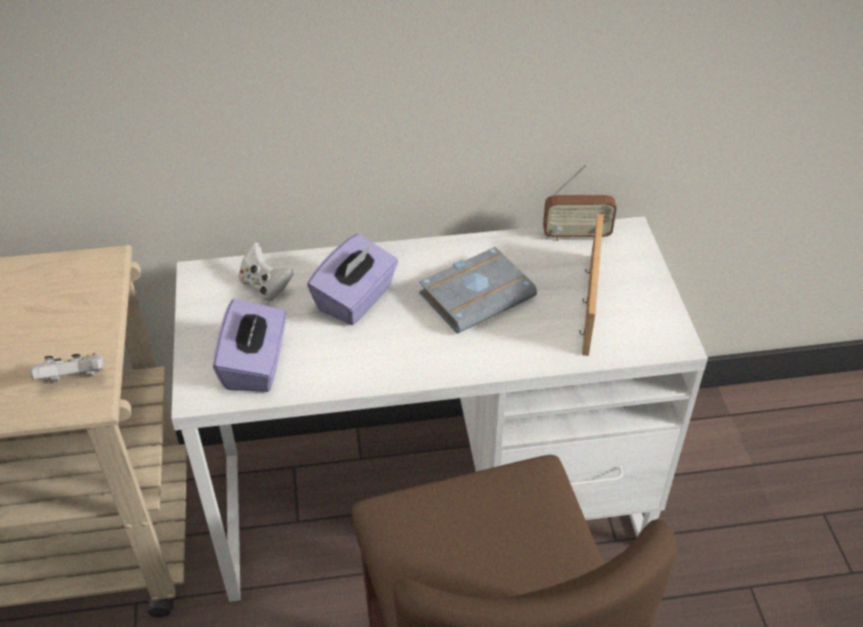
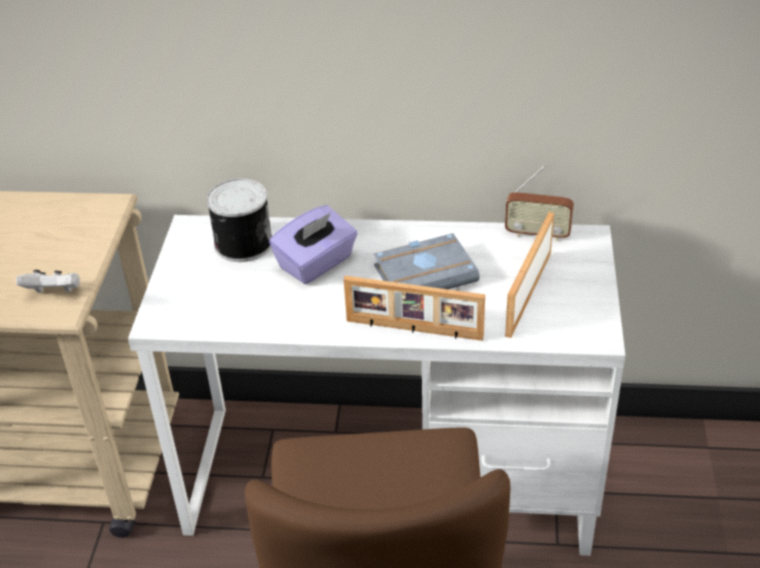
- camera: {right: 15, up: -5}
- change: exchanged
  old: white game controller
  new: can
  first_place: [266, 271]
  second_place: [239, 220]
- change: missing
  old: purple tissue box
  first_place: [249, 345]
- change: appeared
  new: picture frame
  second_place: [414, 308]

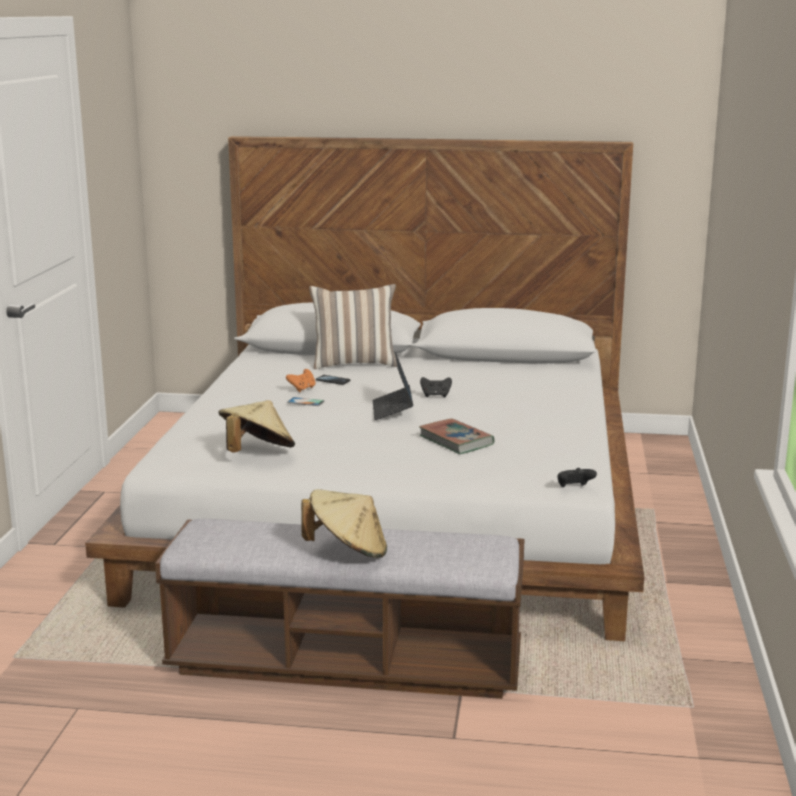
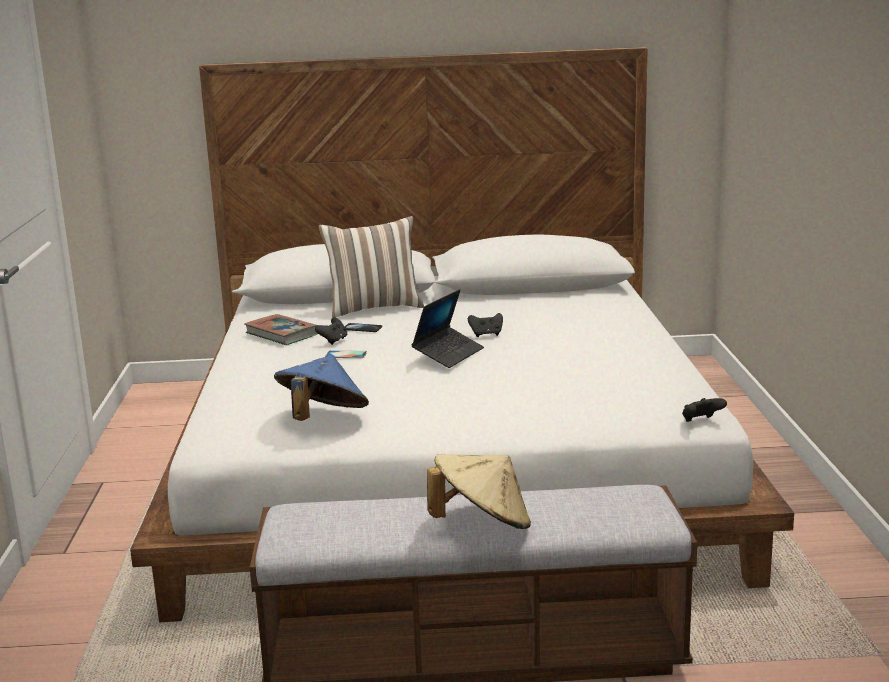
- camera: {right: -10, up: 0}
- change: spun
  old: laptop
  first_place: [393, 386]
  second_place: [447, 328]
  degrees: -135
- change: colour
  old: orange game controller
  new: black game controller
  first_place: [300, 380]
  second_place: [331, 331]
- change: colour
  old: beige hat
  new: blue hat
  first_place: [257, 426]
  second_place: [321, 388]
- change: relocated
  old: book
  first_place: [456, 436]
  second_place: [281, 329]

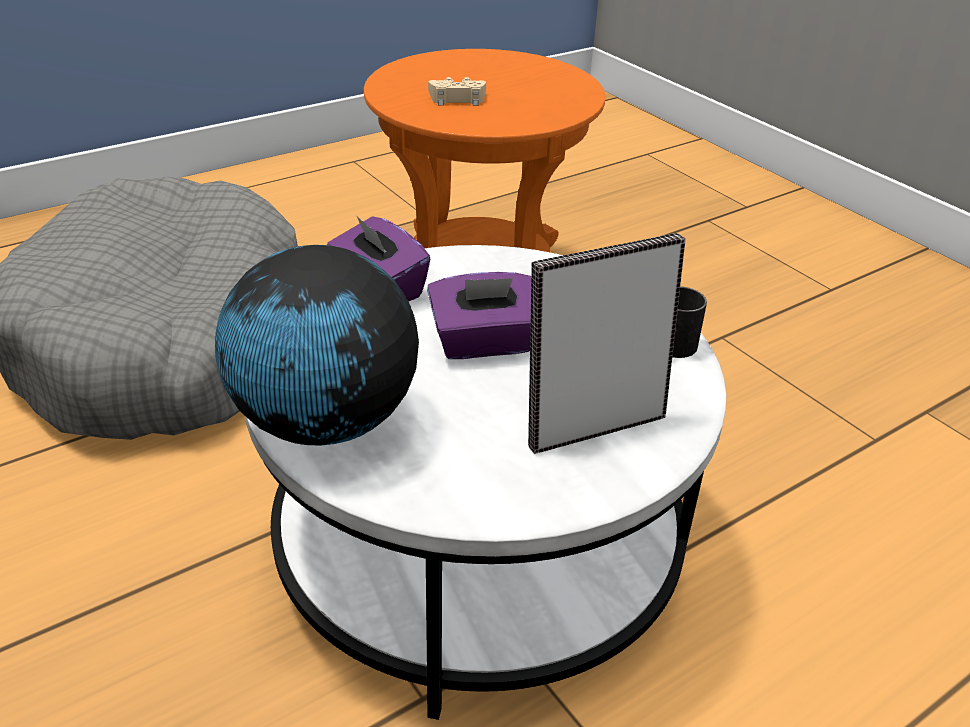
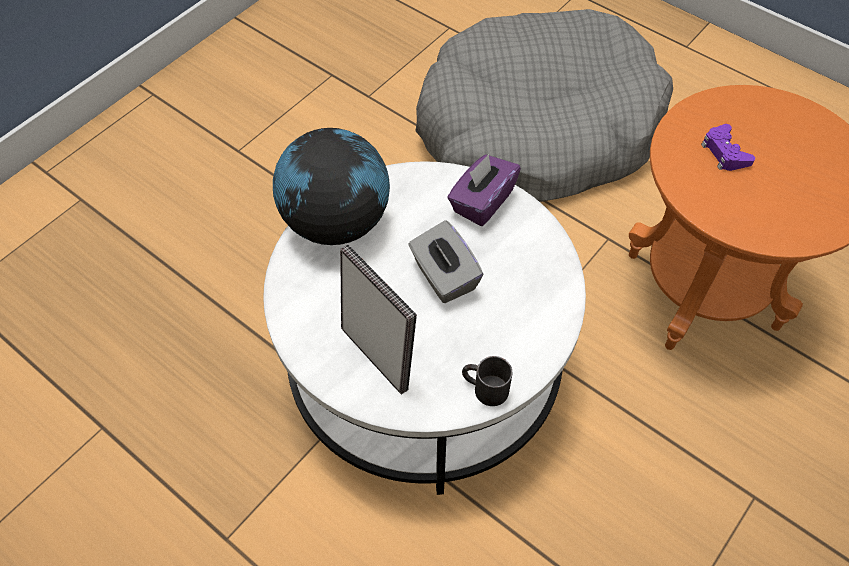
- camera: {right: 75, up: 20}
- change: colour
  old: beige game controller
  new: purple game controller
  first_place: [457, 91]
  second_place: [728, 147]
- change: colour
  old: purple tissue box
  new: grey tissue box
  first_place: [479, 315]
  second_place: [445, 261]

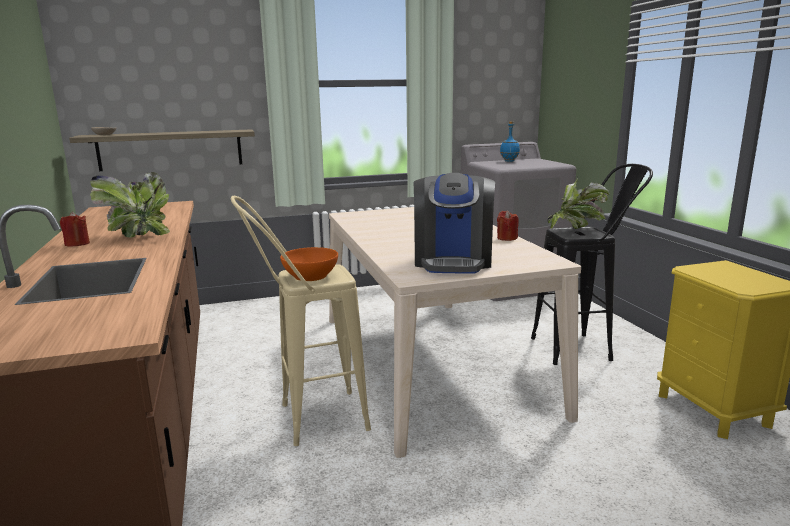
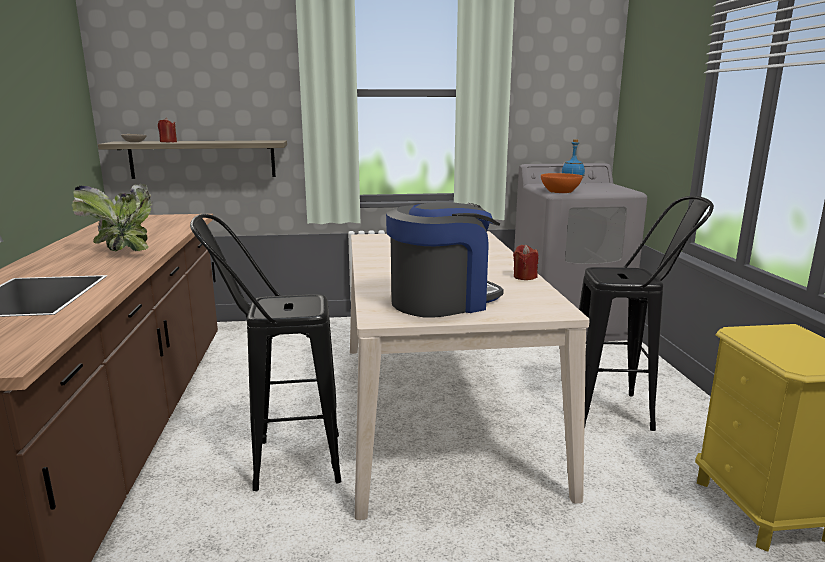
- camera: {right: 10, up: 0}
- change: spun
  old: coffee machine
  first_place: [454, 223]
  second_place: [445, 260]
  degrees: -135
- change: missing
  old: potted plant
  first_place: [578, 202]
- change: colour
  old: beige stool
  new: black stool
  first_place: [301, 321]
  second_place: [265, 352]
- change: relocated
  old: red candle
  first_place: [75, 229]
  second_place: [167, 130]
- change: relocated
  old: orange bowl
  first_place: [309, 264]
  second_place: [562, 183]

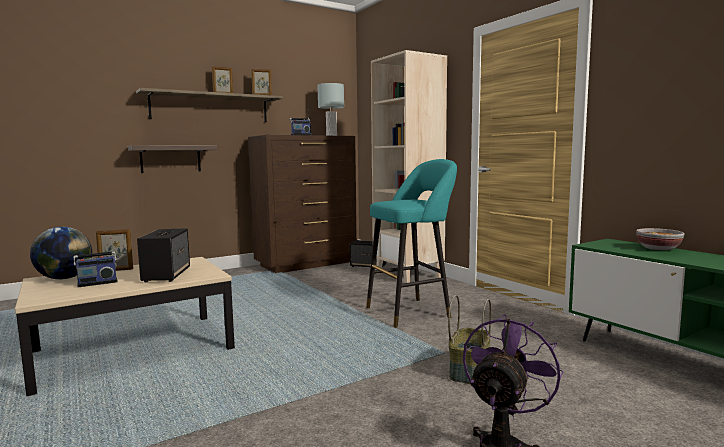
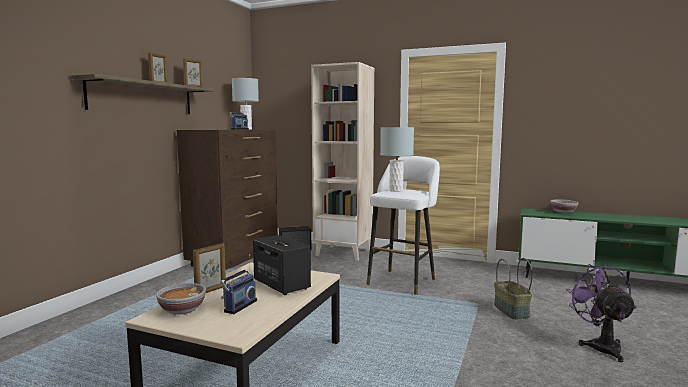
- camera: {right: -35, up: 0}
- change: missing
  old: shelf
  first_place: [172, 159]
- change: colour
  old: turquoise stool
  new: white stool
  first_place: [411, 243]
  second_place: [403, 225]
- change: exchanged
  old: globe
  new: bowl
  first_place: [61, 253]
  second_place: [181, 299]
- change: appeared
  new: grey table lamp
  second_place: [397, 159]

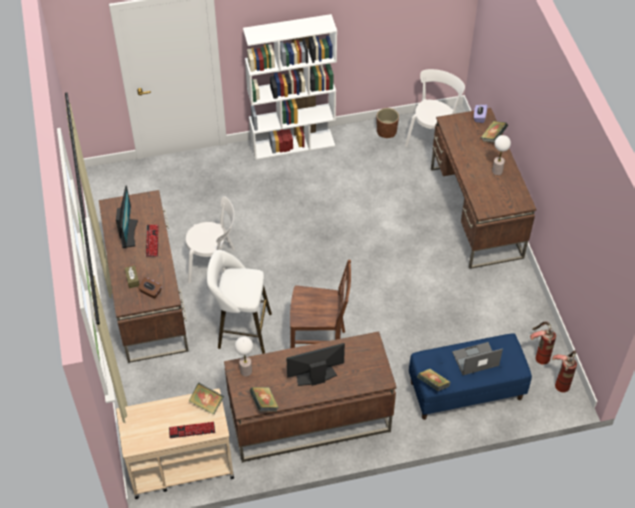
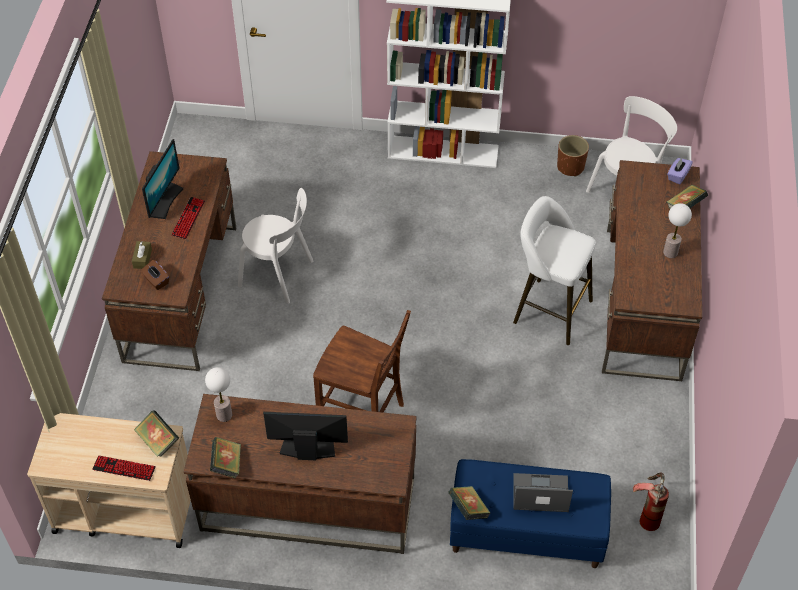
- camera: {right: 20, up: 0}
- change: relocated
  old: white stool
  first_place: [239, 302]
  second_place: [554, 270]
- change: missing
  old: fire extinguisher
  first_place: [564, 371]

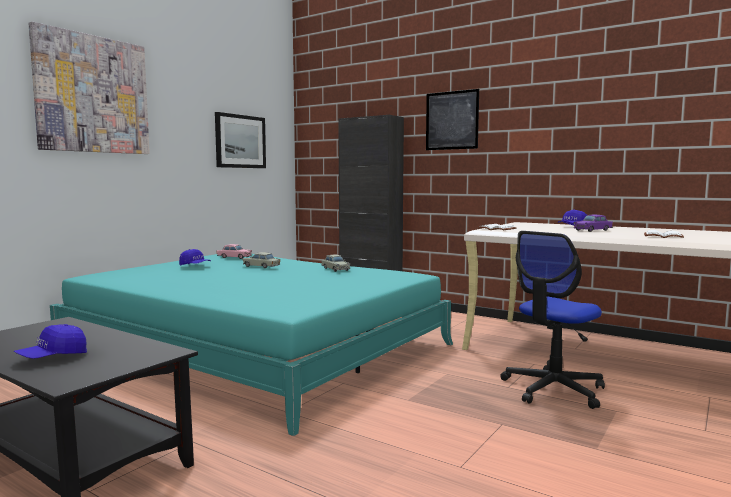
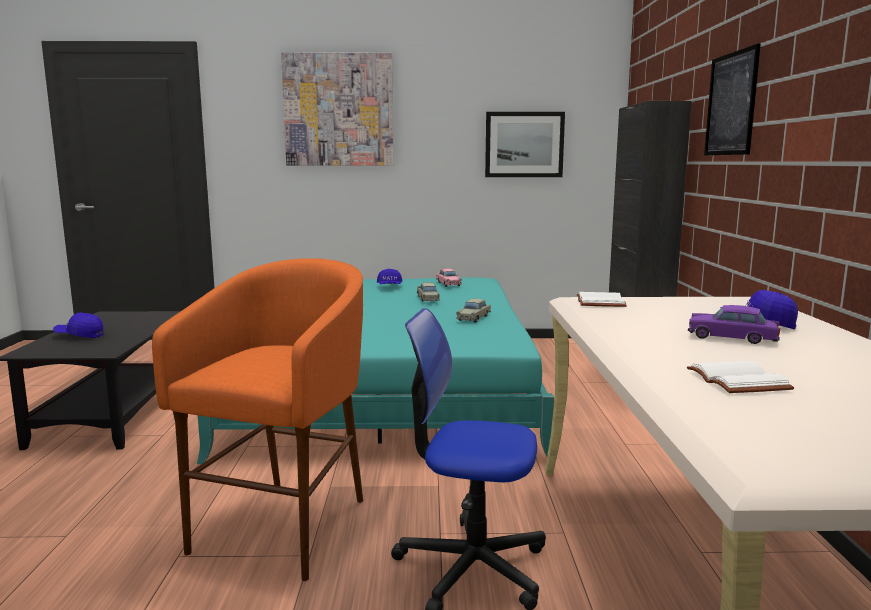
- camera: {right: 55, up: 5}
- change: appeared
  new: orange stool
  second_place: [257, 419]

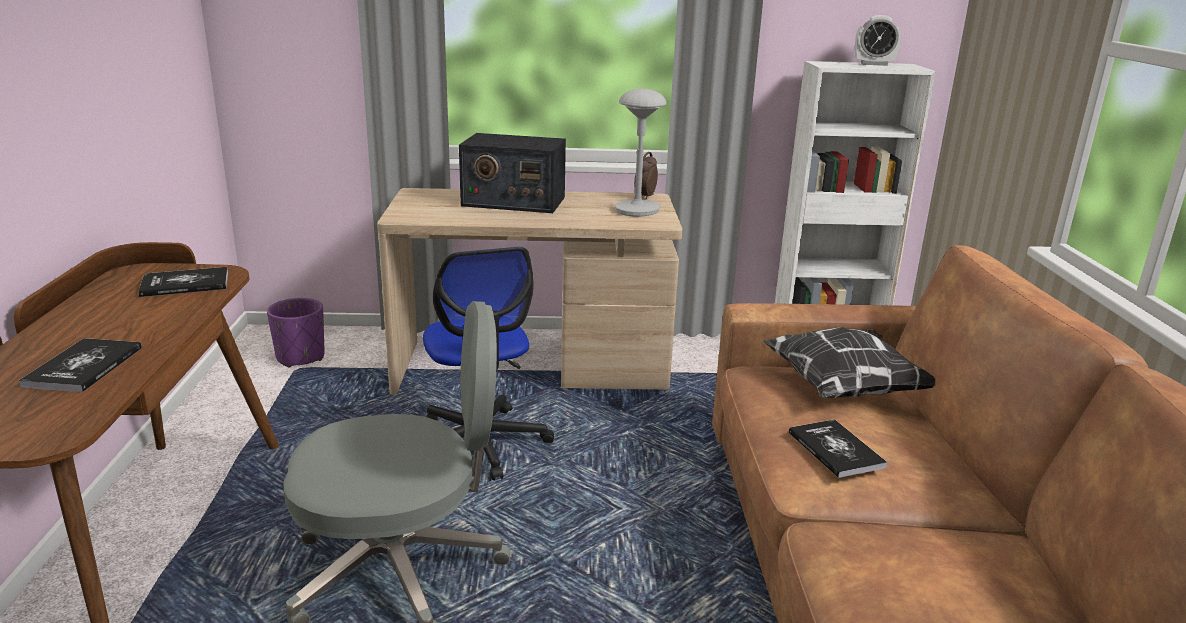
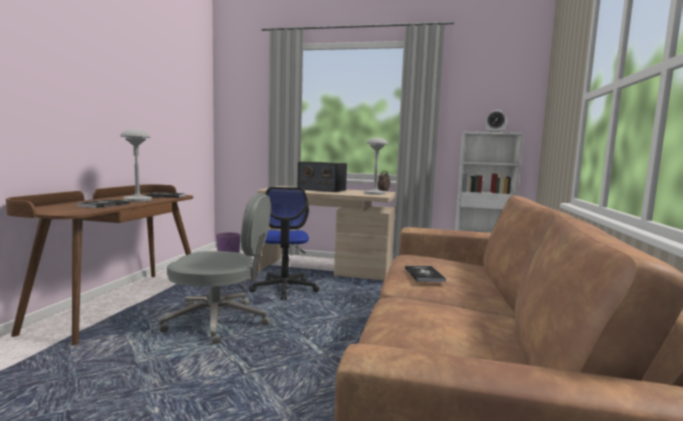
- camera: {right: 15, up: -15}
- change: missing
  old: pillow
  first_place: [849, 362]
- change: appeared
  new: grey table lamp
  second_place: [136, 165]

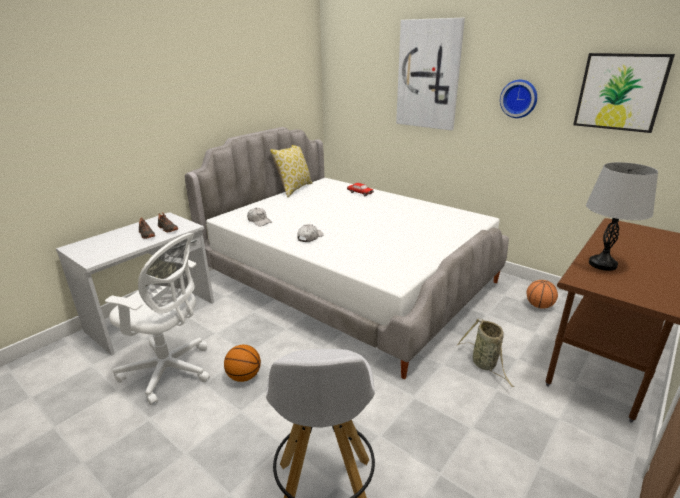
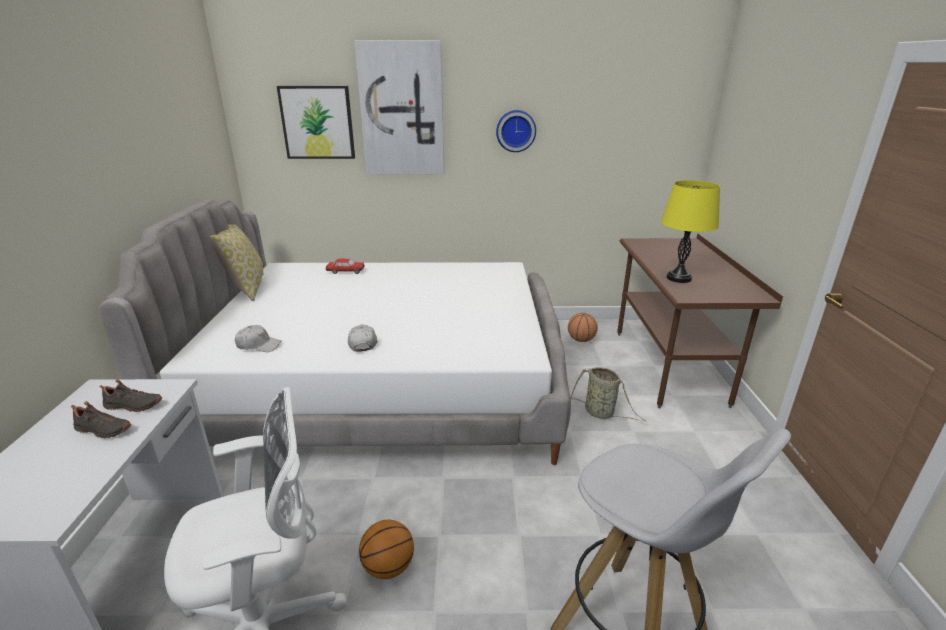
- camera: {right: -40, up: 0}
- change: relocated
  old: picture
  first_place: [624, 93]
  second_place: [316, 122]
- change: colour
  old: grey table lamp
  new: yellow table lamp
  first_place: [622, 216]
  second_place: [690, 231]

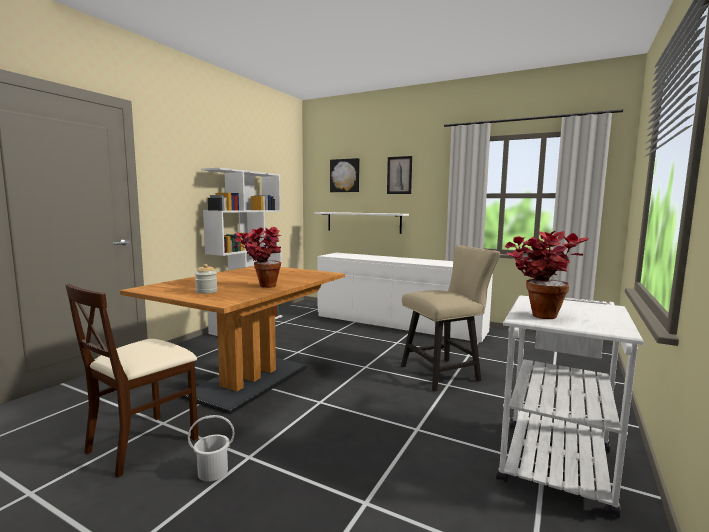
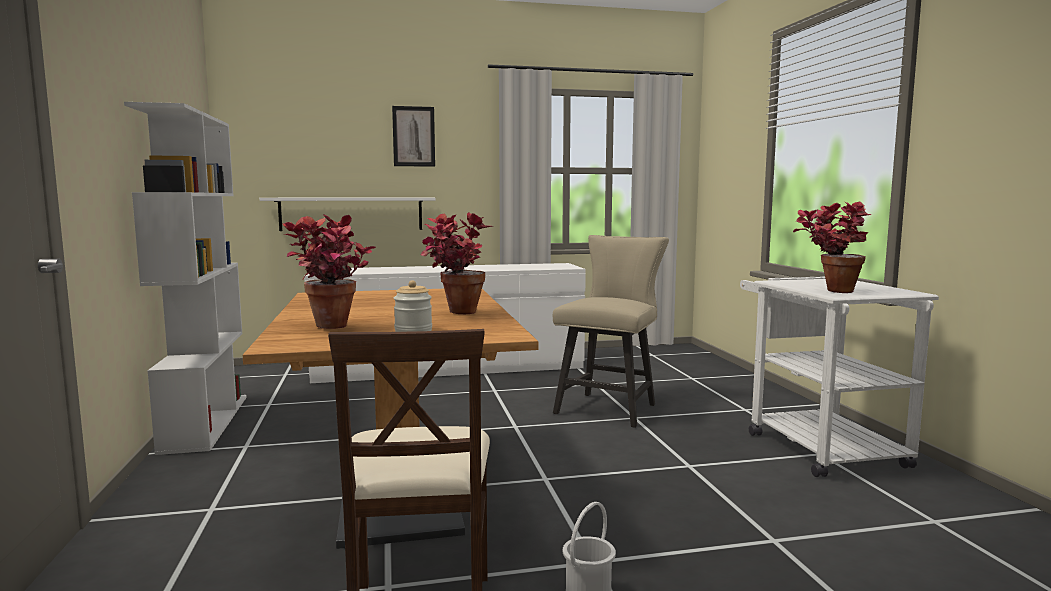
- camera: {right: -40, up: 0}
- change: missing
  old: picture
  first_place: [345, 175]
- change: appeared
  new: potted plant
  second_place: [329, 271]

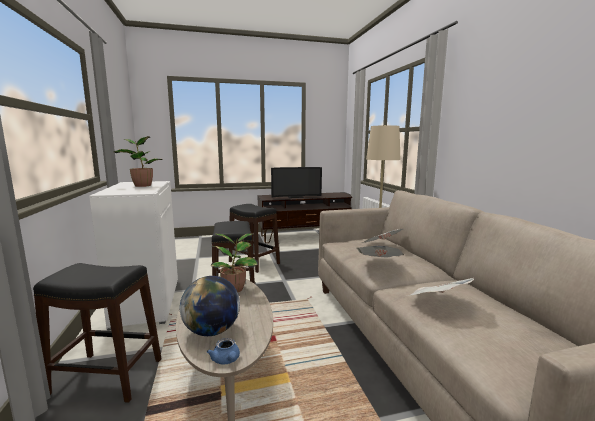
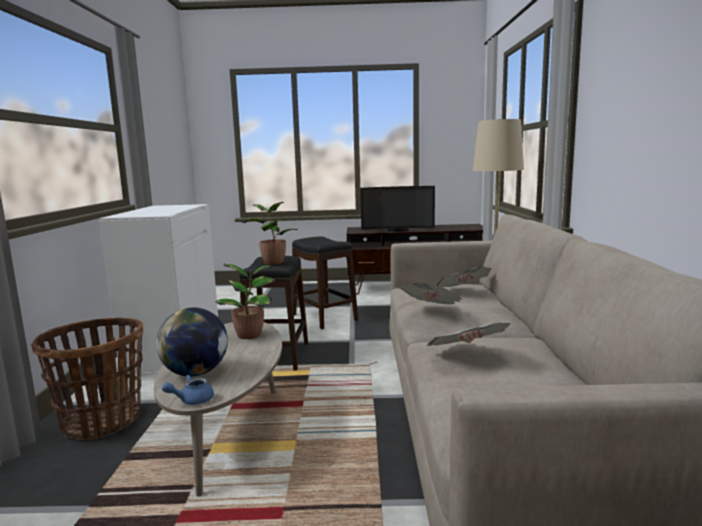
- camera: {right: 15, up: 0}
- change: relocated
  old: potted plant
  first_place: [138, 161]
  second_place: [269, 233]
- change: exchanged
  old: black stool
  new: basket
  first_place: [97, 333]
  second_place: [87, 378]
- change: spun
  old: blue teapot
  first_place: [223, 351]
  second_place: [188, 390]
  degrees: 75

